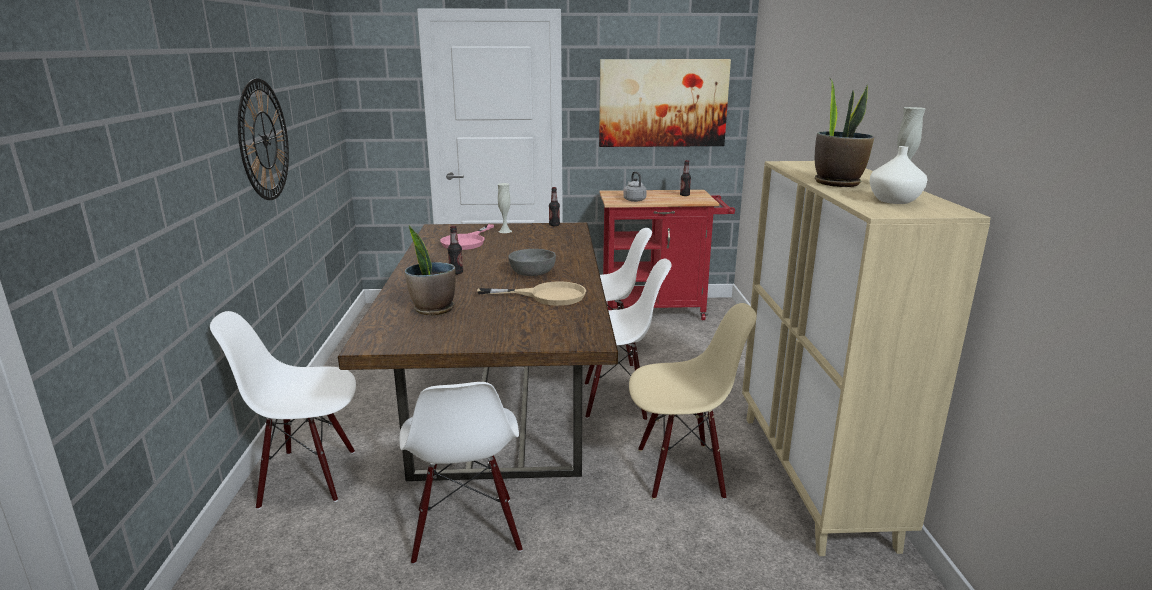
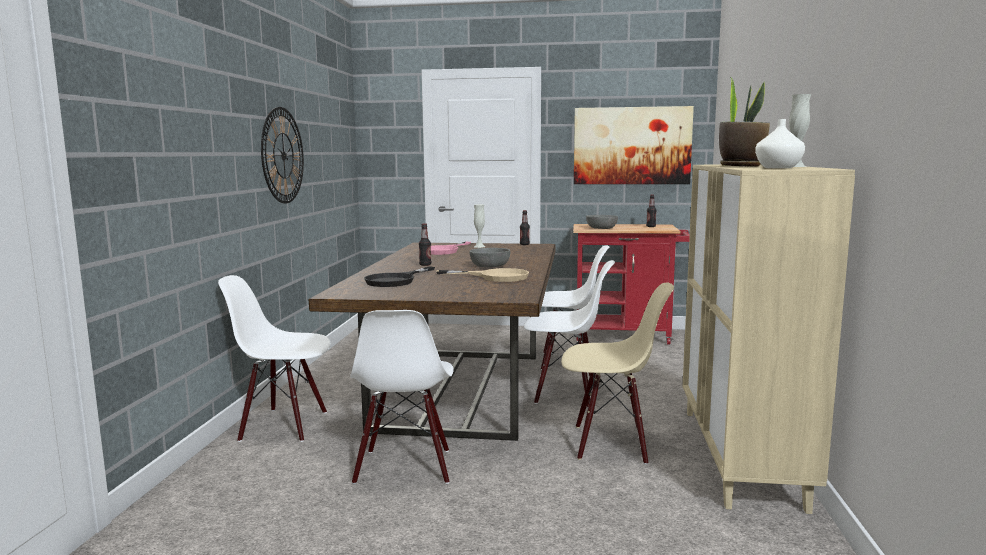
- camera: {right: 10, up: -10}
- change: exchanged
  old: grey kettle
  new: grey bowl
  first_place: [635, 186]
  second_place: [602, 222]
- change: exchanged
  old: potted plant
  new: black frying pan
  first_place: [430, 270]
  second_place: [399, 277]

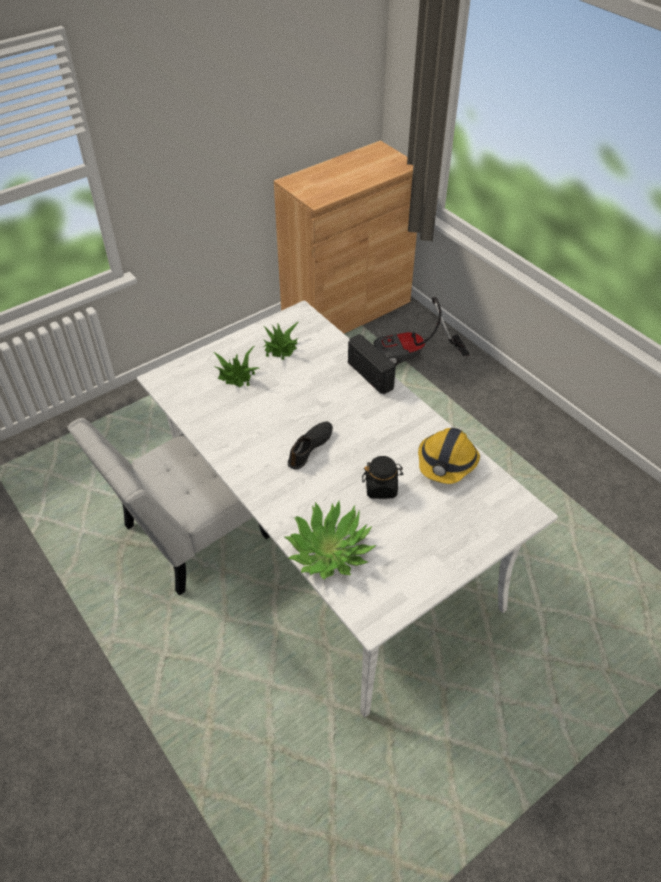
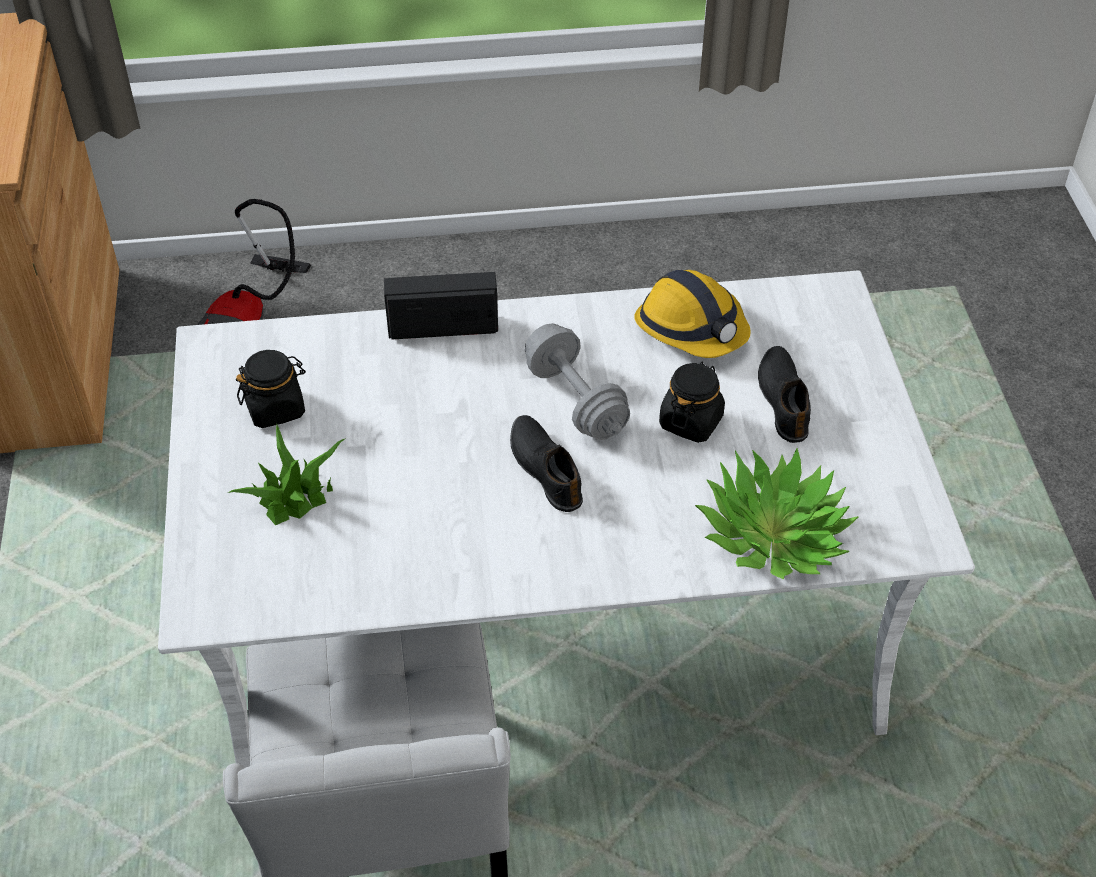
- camera: {right: -60, up: 0}
- change: exchanged
  old: potted plant
  new: black jar
  first_place: [281, 340]
  second_place: [271, 389]
- change: appeared
  new: grey dumbbell
  second_place: [577, 381]
- change: appeared
  new: black shoe
  second_place: [784, 394]

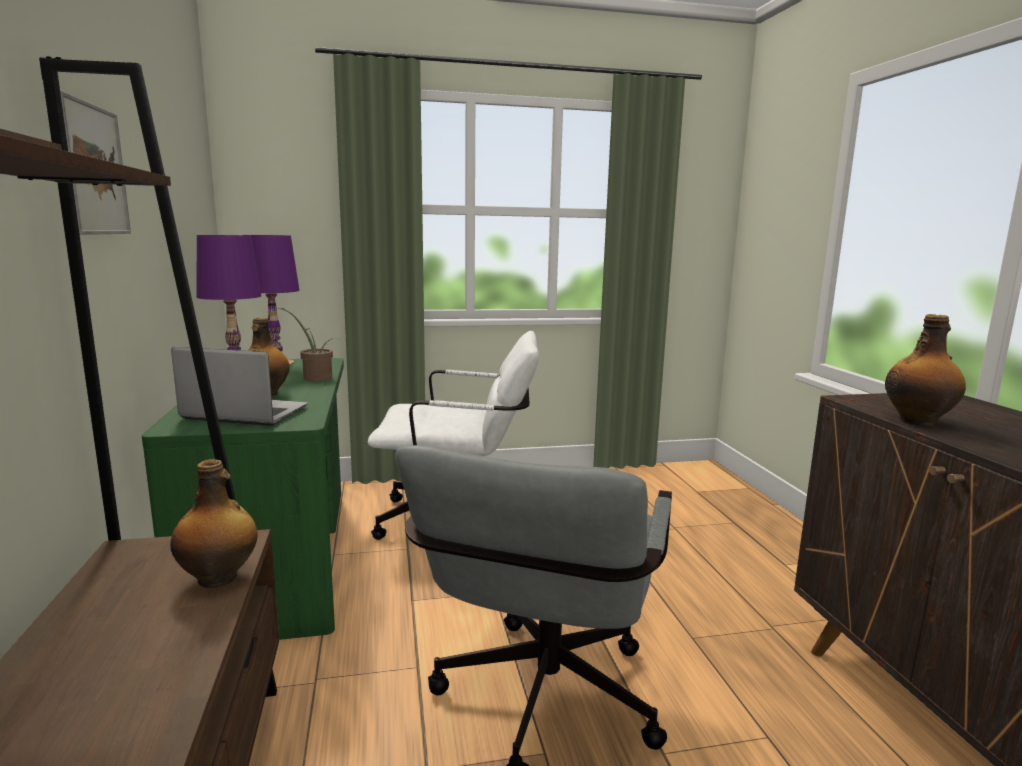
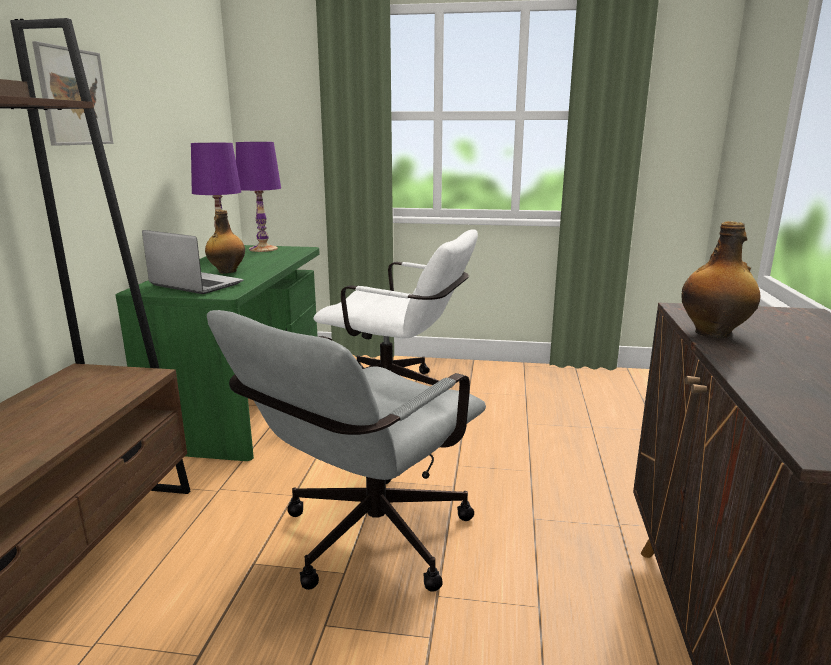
- camera: {right: 20, up: 5}
- change: missing
  old: potted plant
  first_place: [306, 344]
- change: missing
  old: bottle
  first_place: [213, 523]

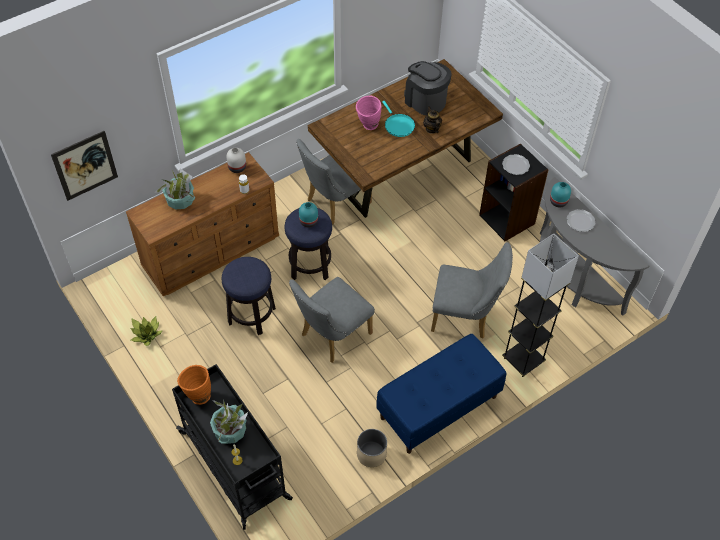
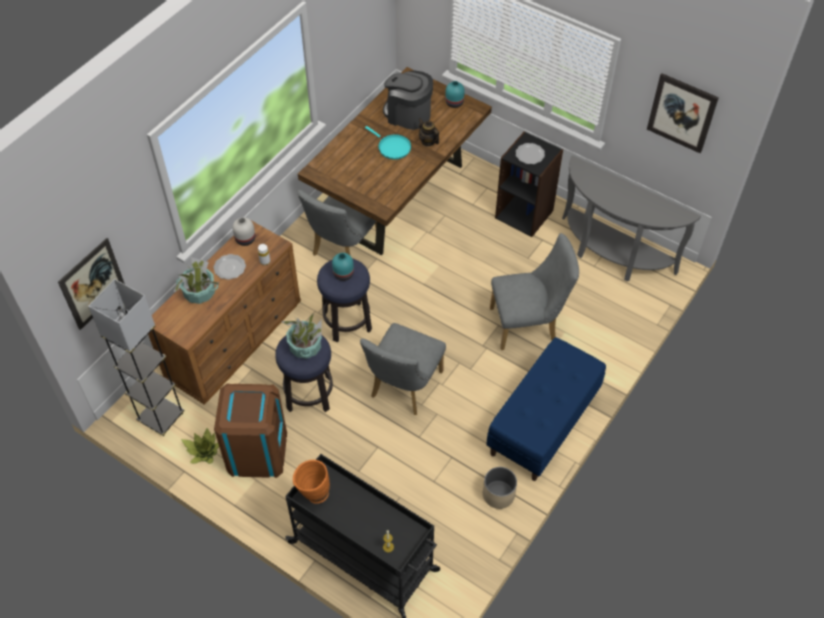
- camera: {right: -20, up: 0}
- change: missing
  old: pink vase
  first_place: [368, 113]
- change: relocated
  old: turquoise vase
  first_place: [560, 194]
  second_place: [455, 94]
- change: relocated
  old: plate
  first_place: [581, 220]
  second_place: [230, 267]
- change: relocated
  old: grey floor lamp
  first_place: [540, 305]
  second_place: [136, 357]
- change: relocated
  old: potted plant
  first_place: [229, 422]
  second_place: [301, 336]
- change: appeared
  new: picture
  second_place: [683, 113]
- change: appeared
  new: brown trash can
  second_place: [250, 431]

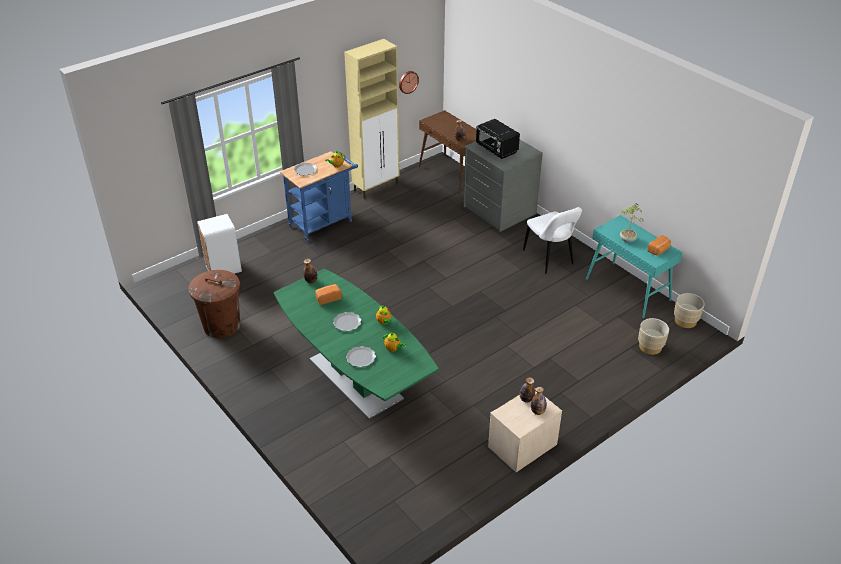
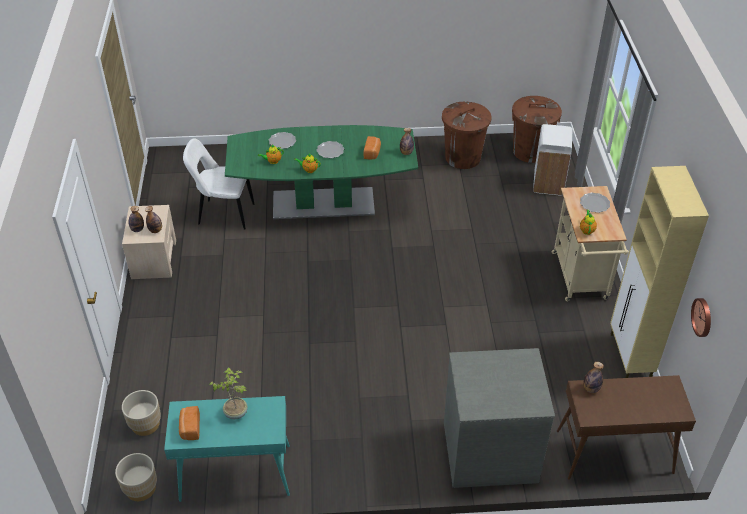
- camera: {right: 125, up: 5}
- change: missing
  old: black microwave
  first_place: [498, 139]
- change: colour
  old: blue cart
  new: beige cart
  first_place: [319, 196]
  second_place: [590, 243]
- change: relocated
  old: white chair
  first_place: [552, 240]
  second_place: [218, 184]
- change: appeared
  new: brown trash can
  second_place: [537, 129]

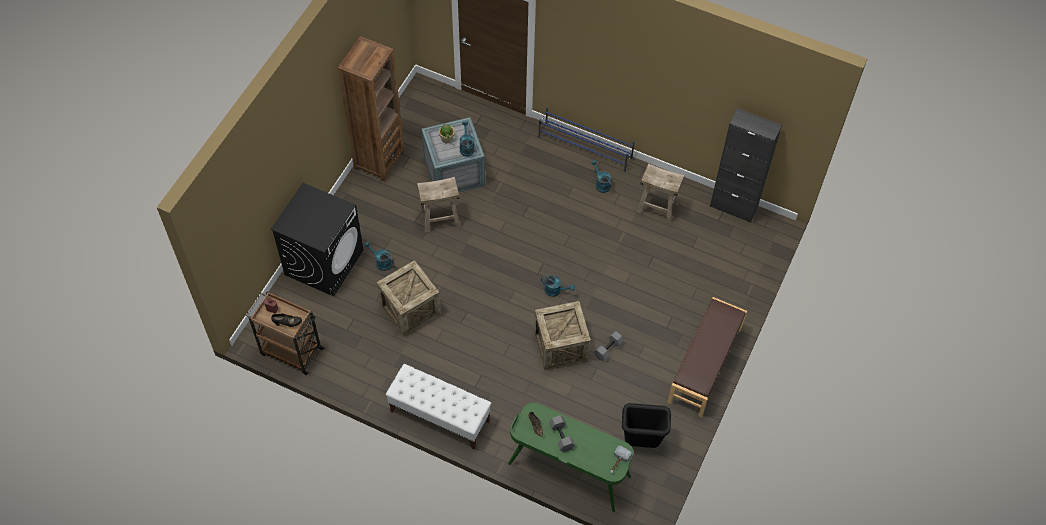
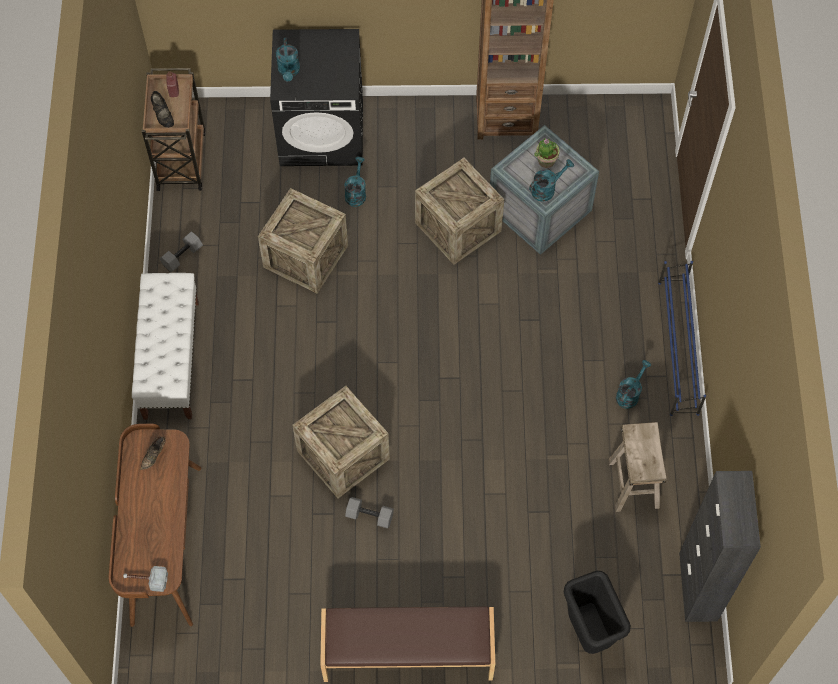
- camera: {right: 65, up: 5}
- change: exchanged
  old: beige stool
  new: crate
  first_place: [438, 205]
  second_place: [459, 211]
- change: relocated
  old: turquoise watering can
  first_place: [558, 286]
  second_place: [288, 59]
- change: colour
  old: green desk
  new: brown desk
  first_place: [571, 457]
  second_place: [155, 525]
- change: relocated
  old: black trash can
  first_place: [646, 425]
  second_place: [597, 612]
- change: relocated
  old: grey dumbbell
  first_place: [562, 433]
  second_place: [181, 251]

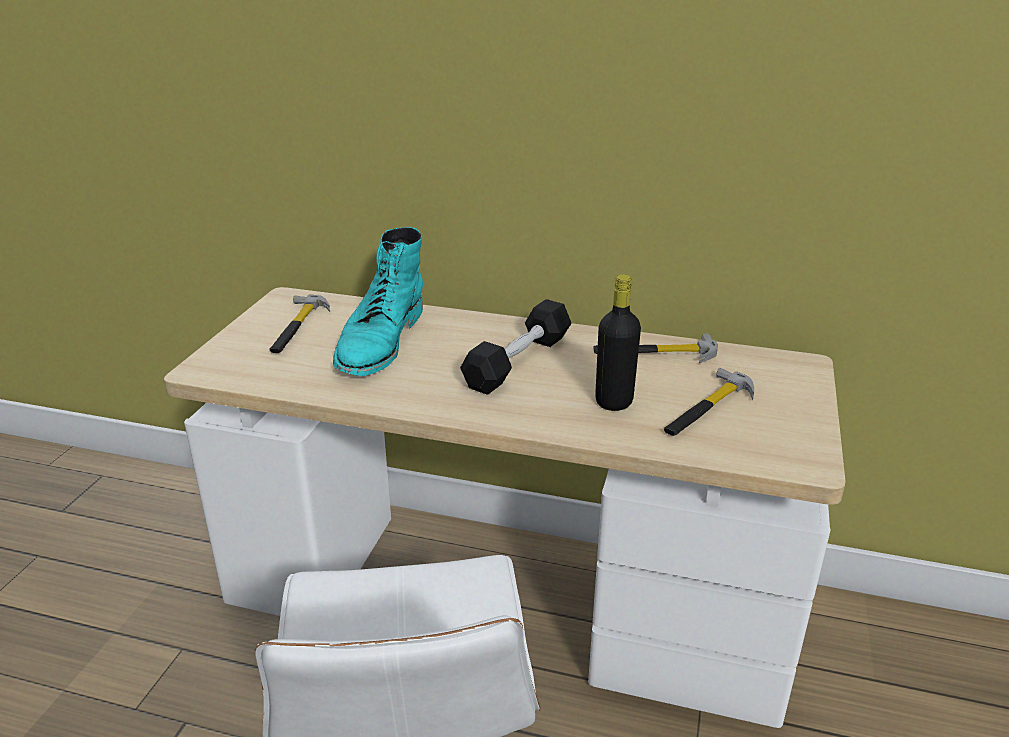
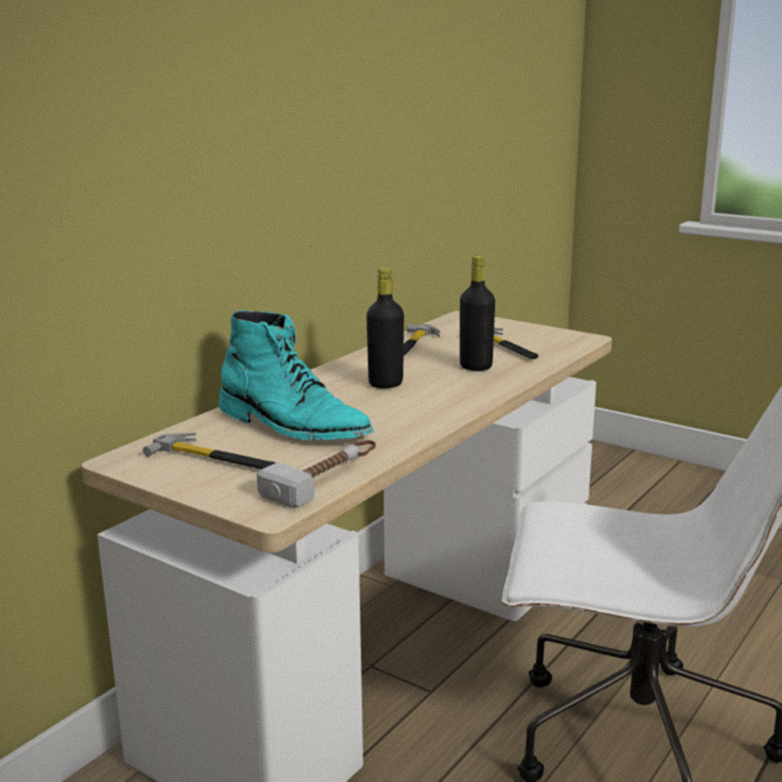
- camera: {right: -70, up: -10}
- change: exchanged
  old: black dumbbell
  new: black bottle
  first_place: [516, 347]
  second_place: [385, 328]
- change: appeared
  new: hammer
  second_place: [316, 474]

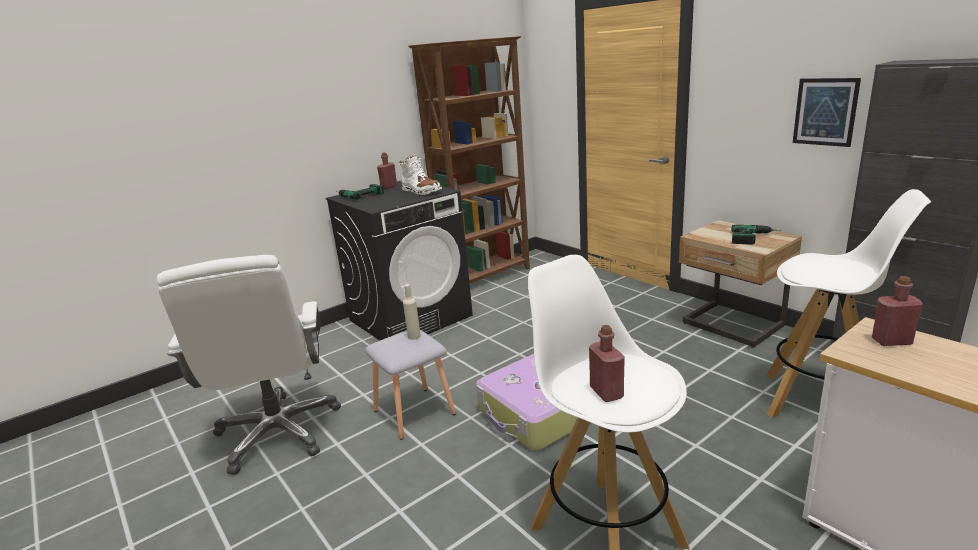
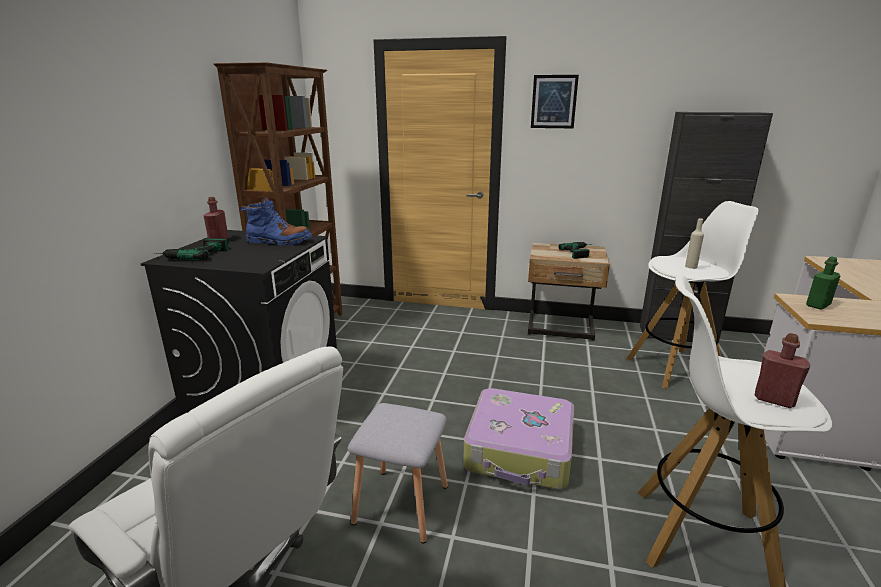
- camera: {right: -40, up: 0}
- change: relocated
  old: picture
  first_place: [827, 112]
  second_place: [555, 101]
- change: colour
  old: white boot
  new: blue boot
  first_place: [420, 175]
  second_place: [276, 221]
- change: colour
  old: red bottle
  new: green bottle
  first_place: [897, 311]
  second_place: [823, 283]
- change: relocated
  old: beige bottle
  first_place: [412, 312]
  second_place: [694, 243]

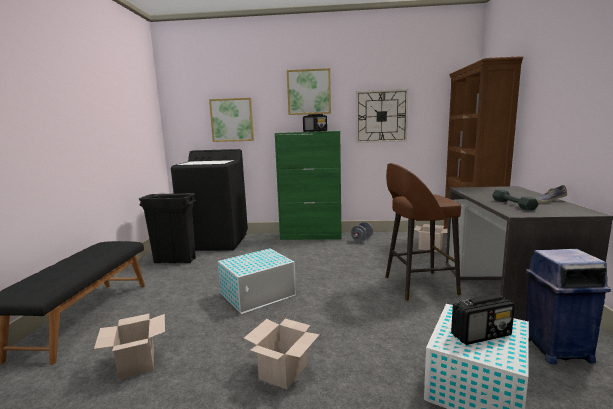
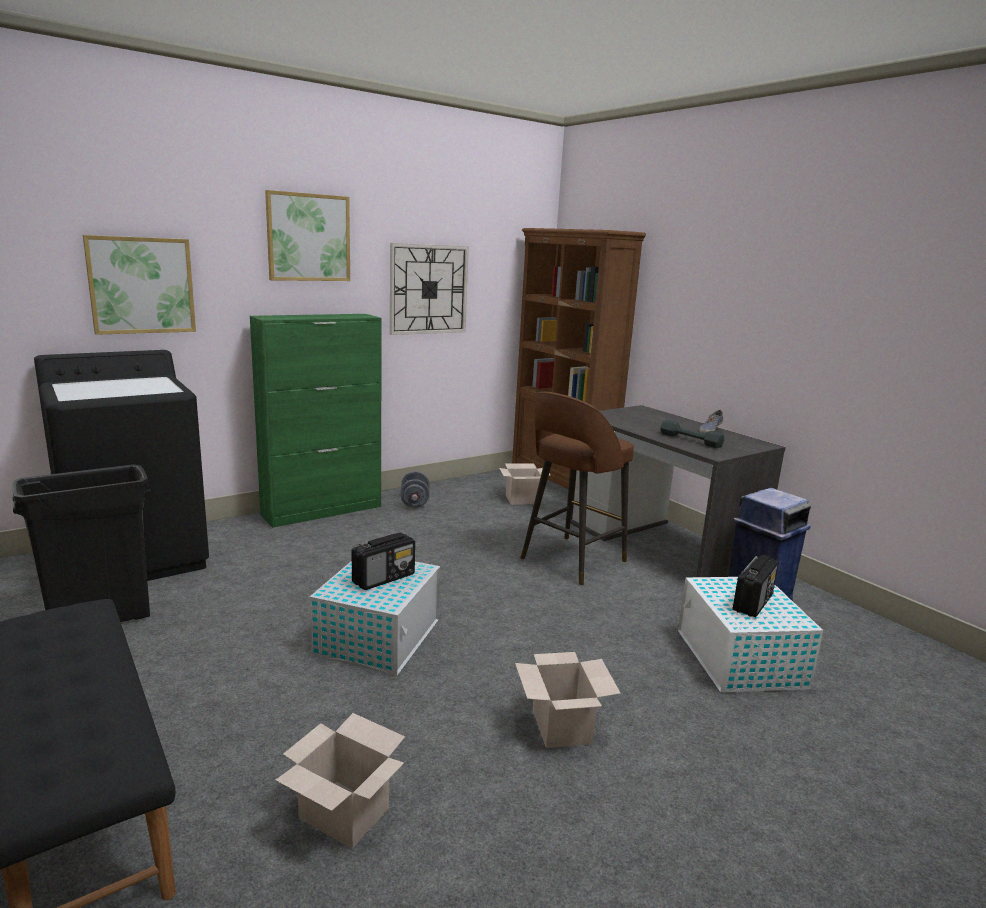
- camera: {right: -40, up: 5}
- change: relocated
  old: radio
  first_place: [315, 123]
  second_place: [383, 561]

